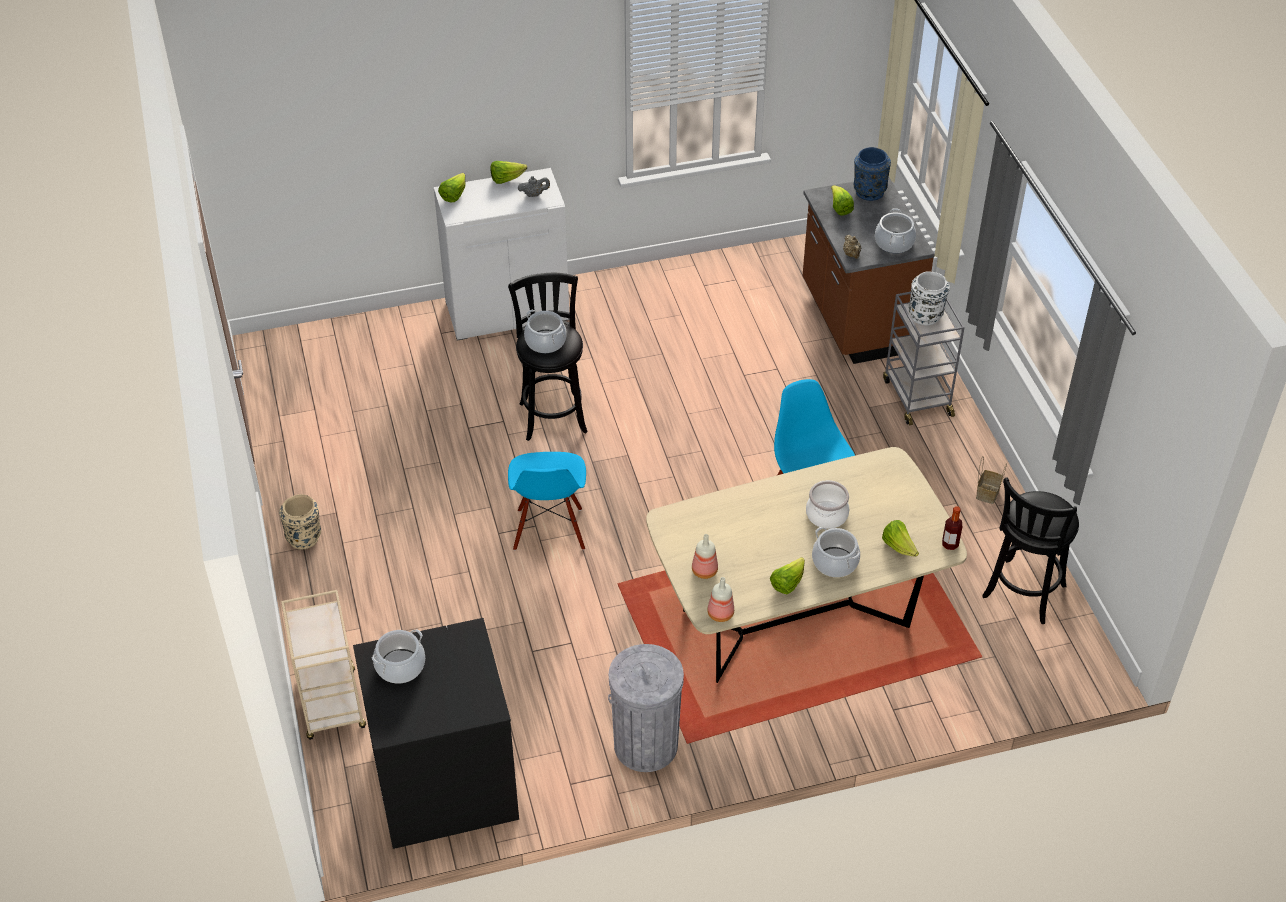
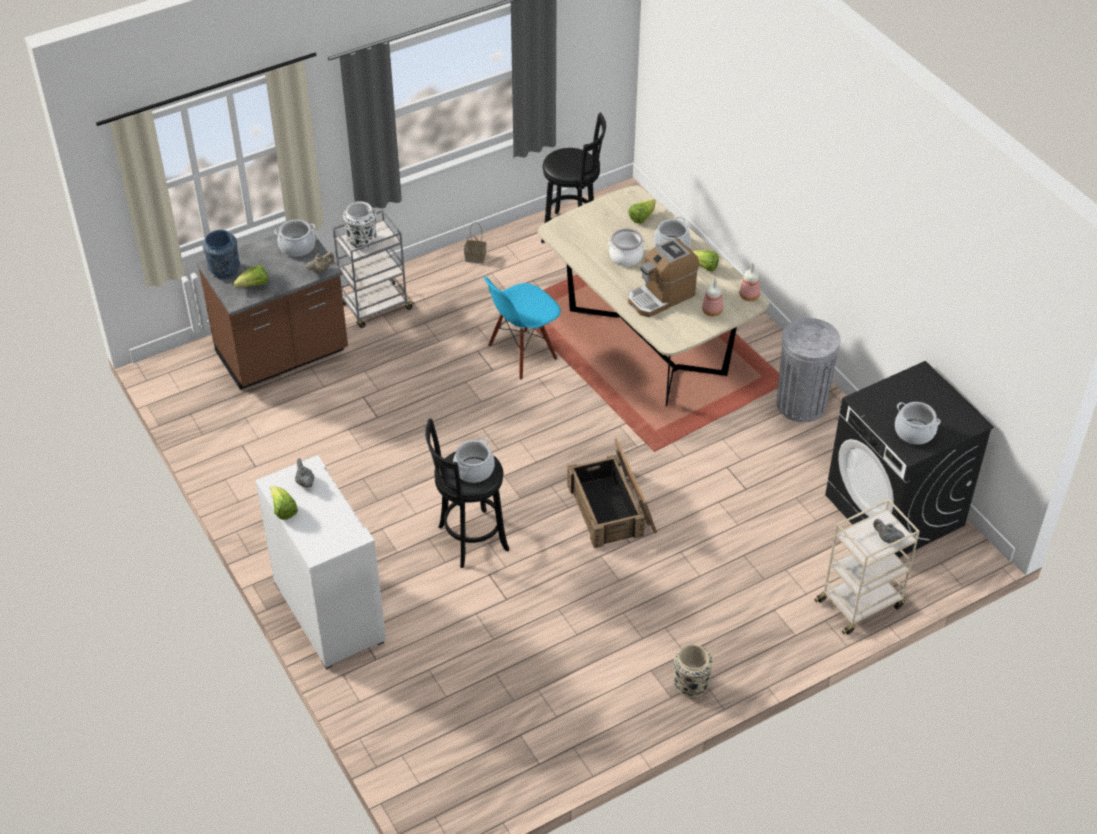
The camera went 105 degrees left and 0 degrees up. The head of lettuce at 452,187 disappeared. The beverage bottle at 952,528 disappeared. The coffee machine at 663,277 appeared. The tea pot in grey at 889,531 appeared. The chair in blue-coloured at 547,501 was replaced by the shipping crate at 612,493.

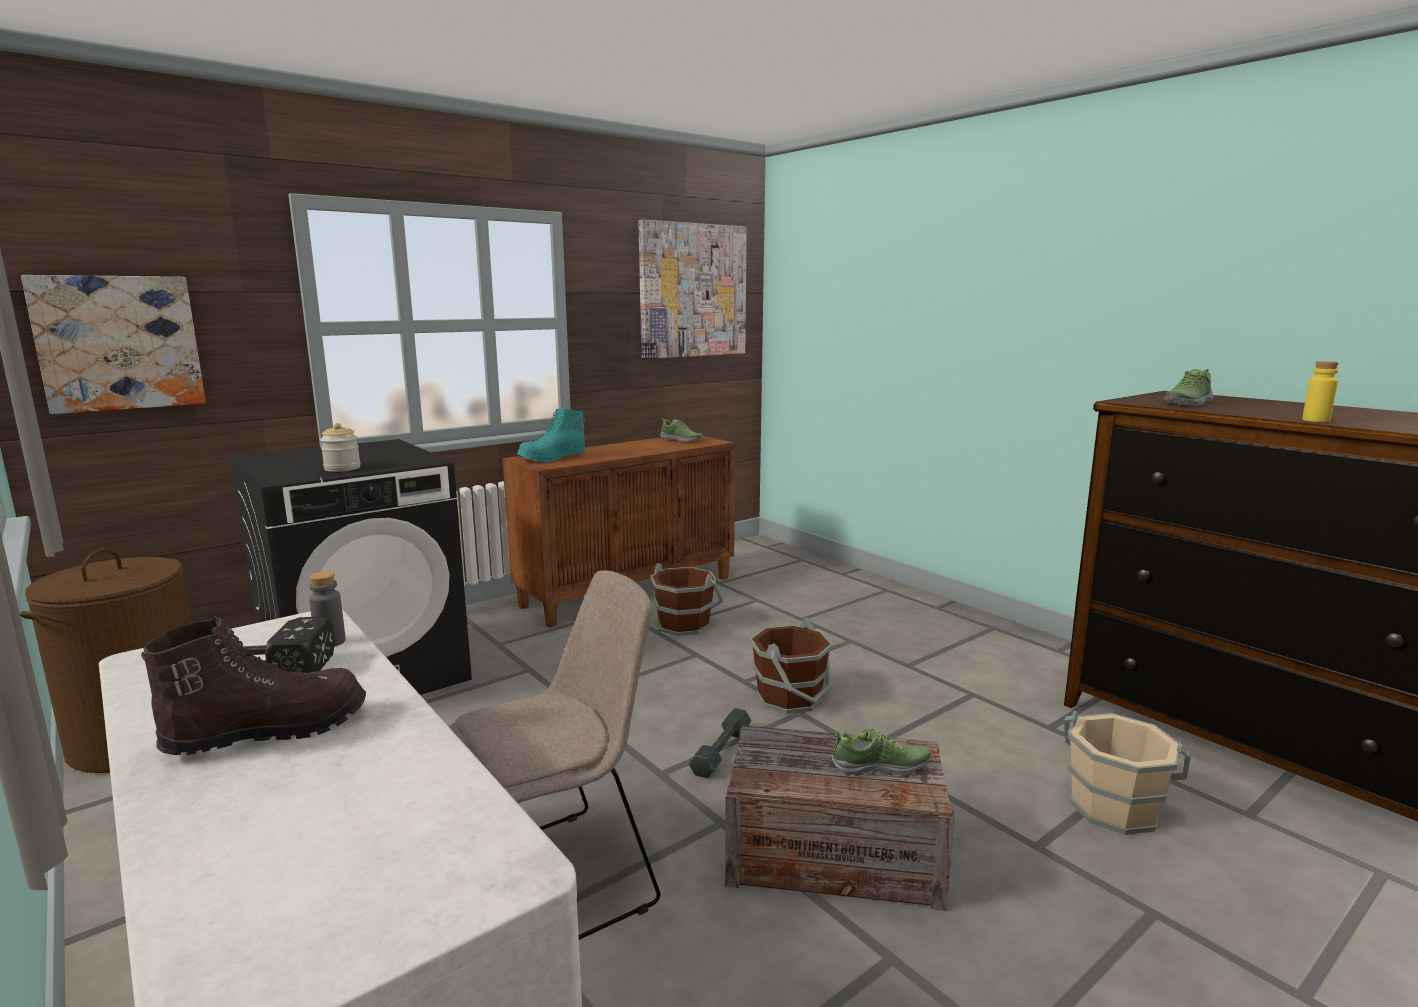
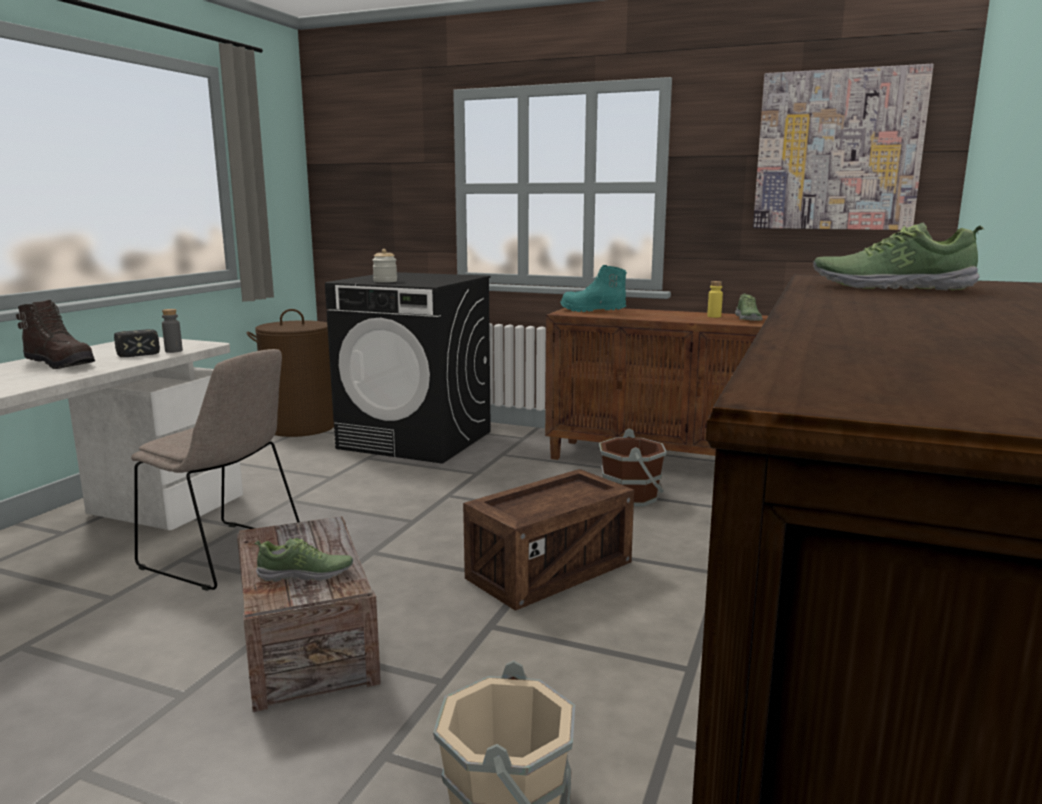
The camera went 60 degrees right and 0 degrees up. The wall picture at 113,344 disappeared. The free weight in grey at 720,743 disappeared. The beverage bottle in yellowish moved from 1320,391 to 715,299. The water bucket in brown-coloured at 791,666 was replaced by the shipping crate at 548,540. The shoe at 881,752 turned 60 degrees counterclockwise.

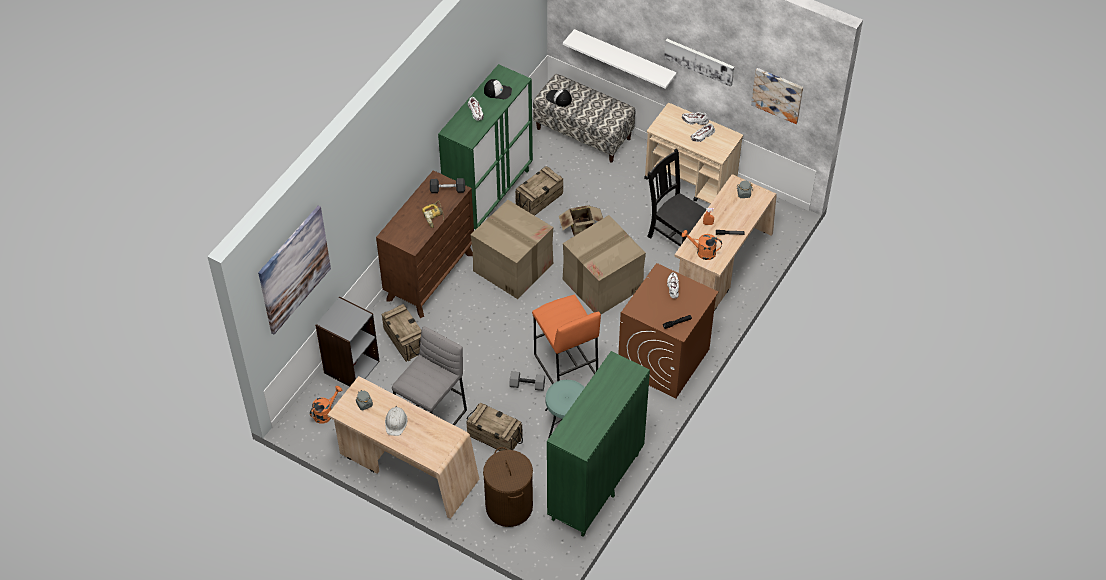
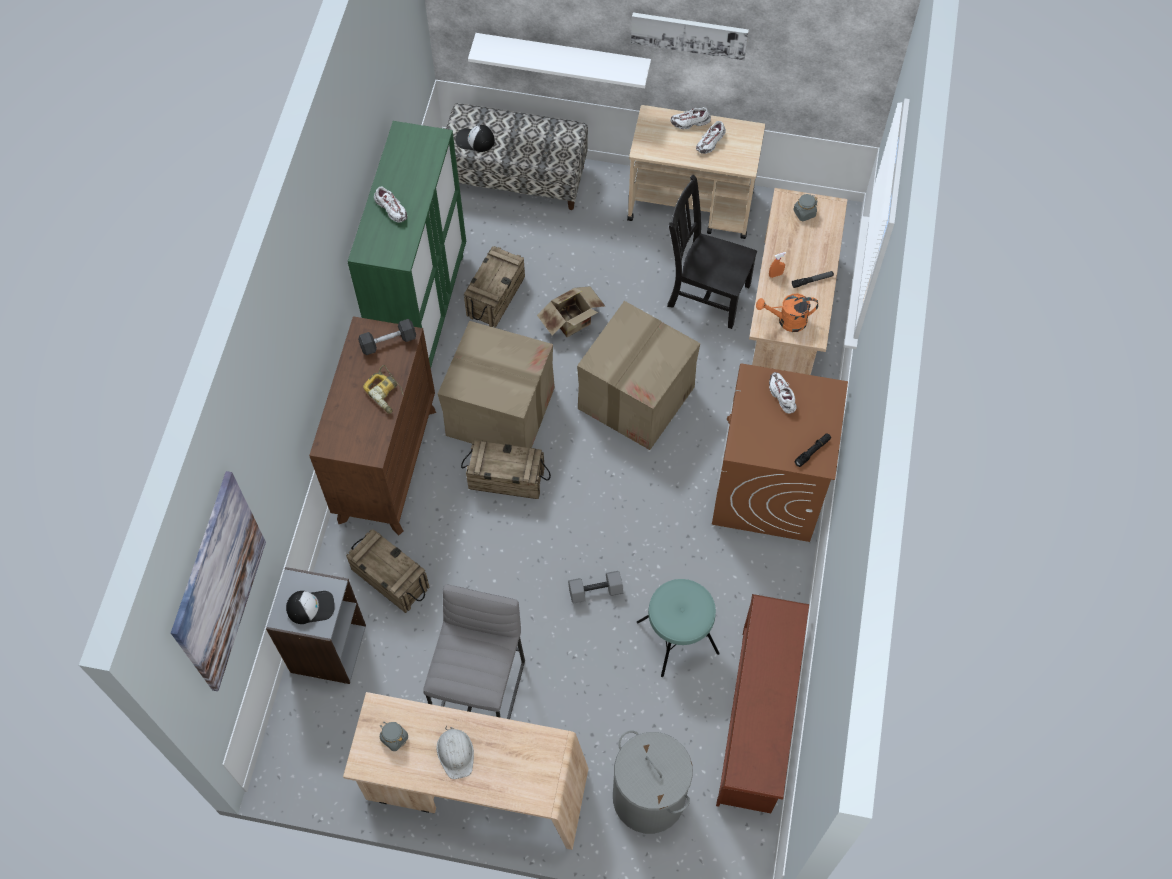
The camera went 20 degrees left and 10 degrees up. The watering pot in orange-coloured at 326,405 disappeared. The stool seat in orange-coloured at 566,339 disappeared. The wall picture at 777,96 disappeared. The shipping crate moved from 494,427 to 506,469. The cap moved from 498,89 to 310,607. The cabinet in greenish at 598,444 was replaced by the shoe rack in brown-coloured at 762,703. The washing basket in brown-coloured at 508,487 became the washing basket in grey at 653,782.

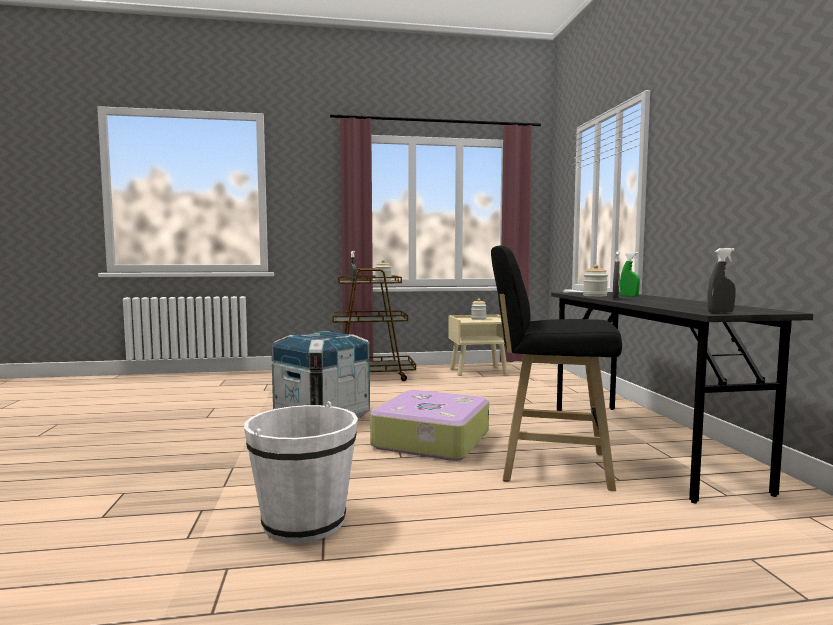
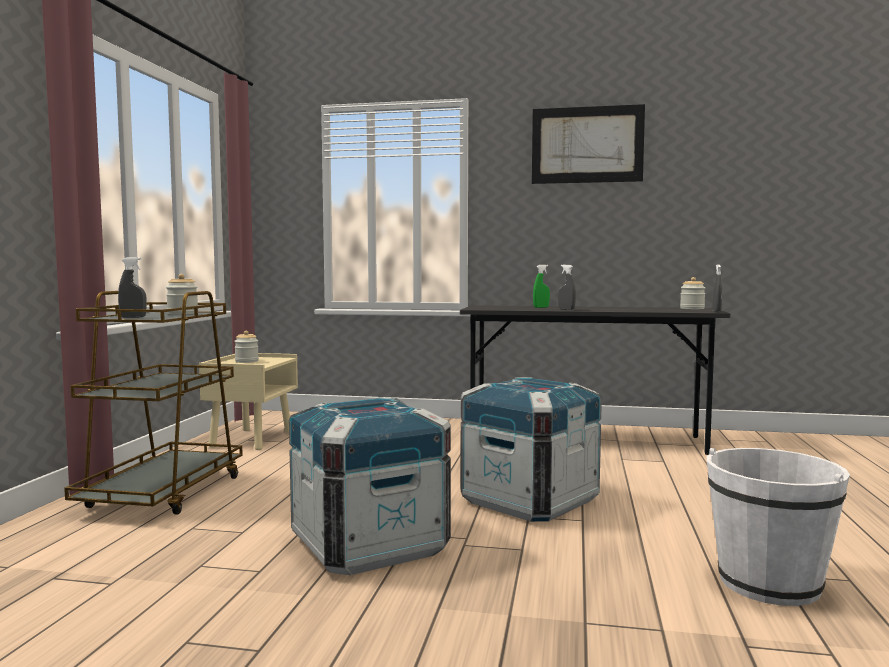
The camera went 70 degrees left and 0 degrees up. The stool seat in black-coloured at 556,368 disappeared. The wall picture at 588,144 appeared. The jar moved from 595,280 to 692,293. The travel case at 429,425 was replaced by the shipping crate at 531,449.

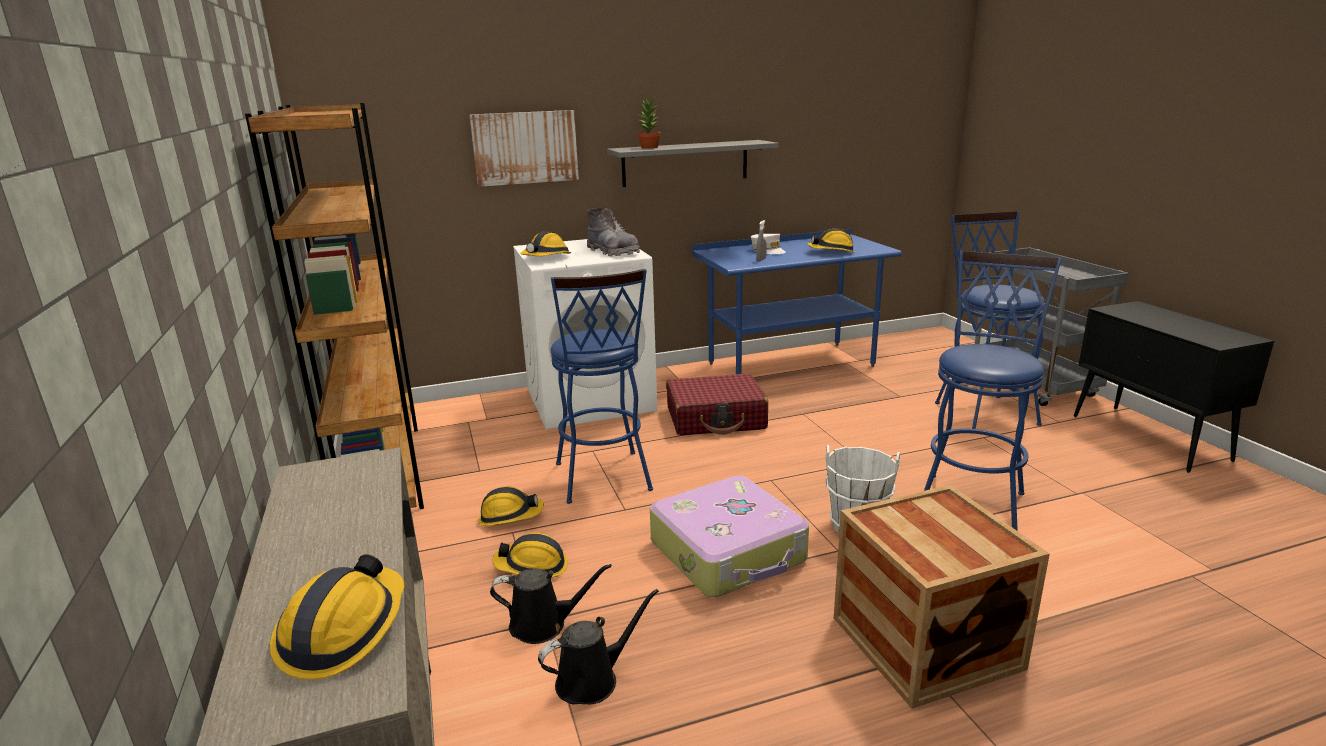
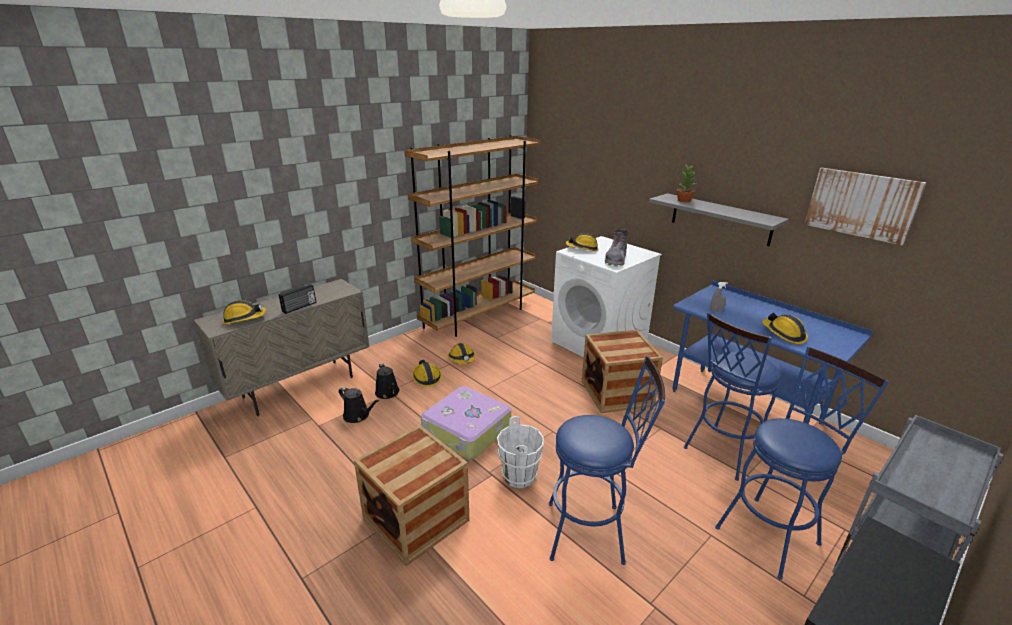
The camera went 65 degrees right and 5 degrees up. The cap in whitish at 768,244 disappeared. The radio set at 297,299 appeared. The wall picture moved from 524,148 to 865,206. The stool seat in blue-coloured moved from 602,386 to 732,396. The travel case in reddish at 717,404 was replaced by the shipping crate at 622,371.

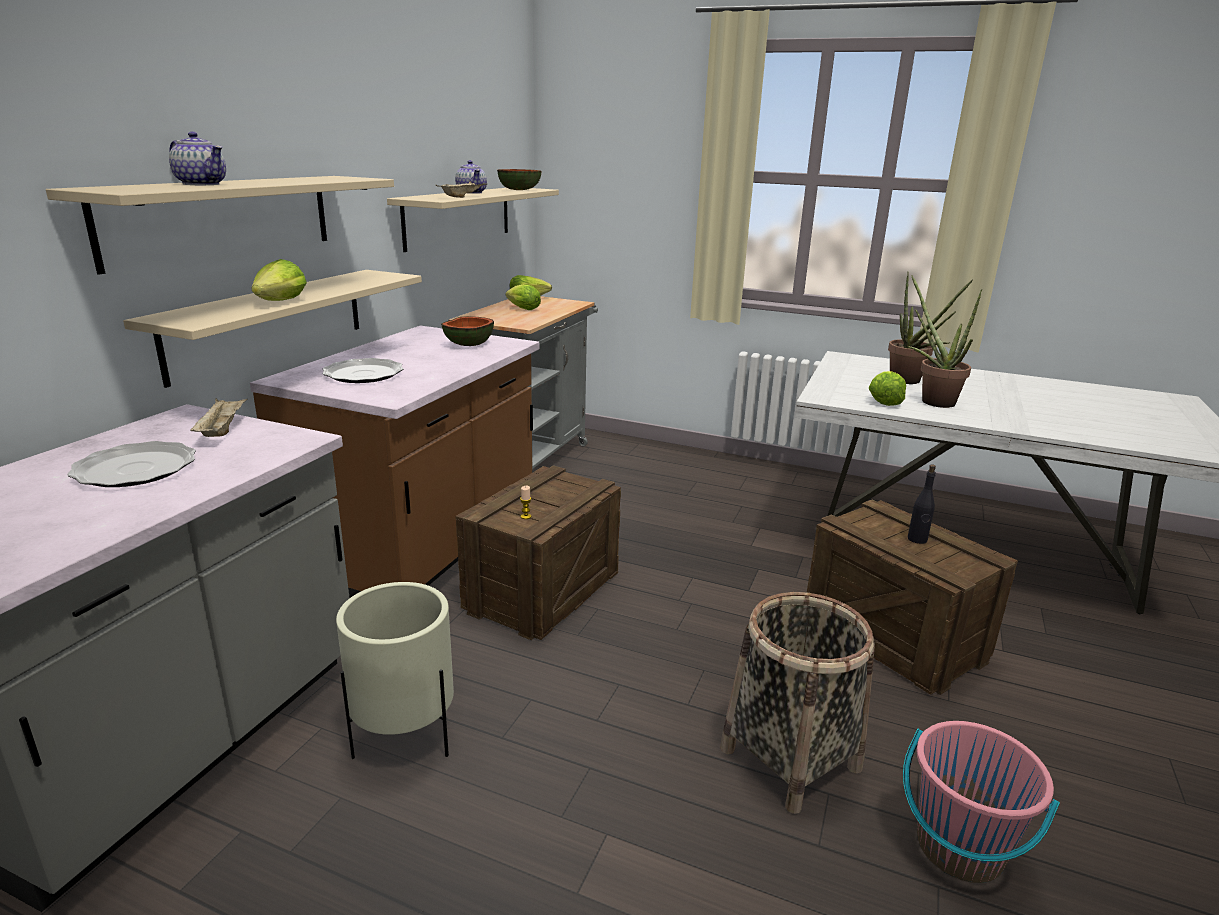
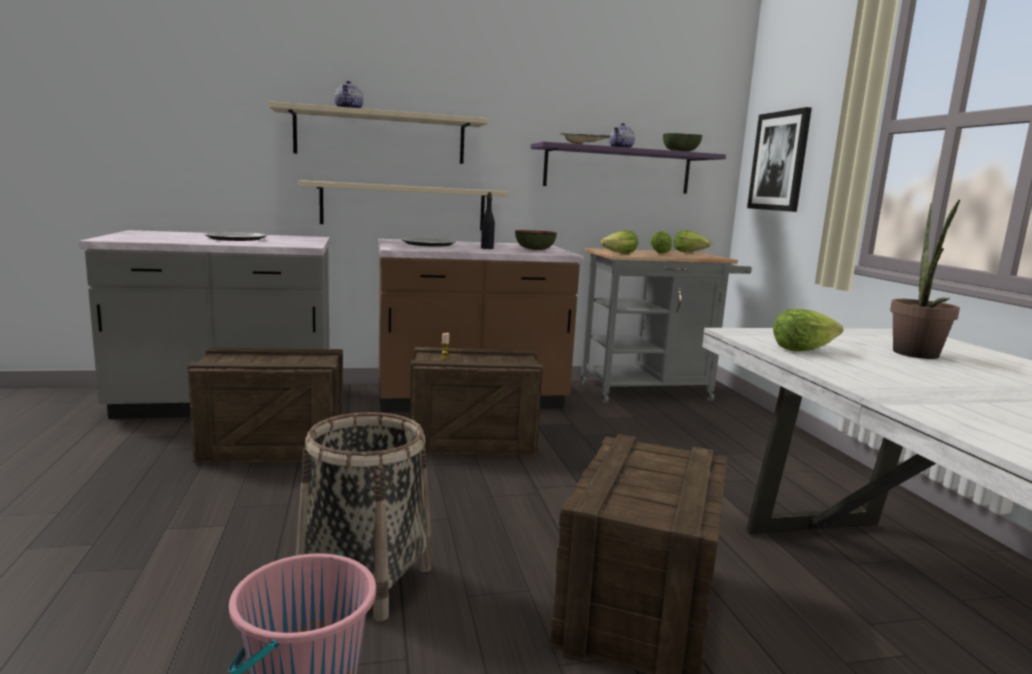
The camera went 55 degrees right and 10 degrees down. The serving tray in beige-coloured at 218,417 disappeared. The houseplant at 945,341 disappeared. The wall picture at 779,159 appeared. The head of lettuce moved from 279,280 to 619,242. The beverage bottle in black-coloured moved from 922,504 to 488,220. The plant pot in beige-coloured at 395,670 was replaced by the shipping crate at 265,405. The shelf in beige-coloured at 473,220 became the shelf in purple at 628,168.

